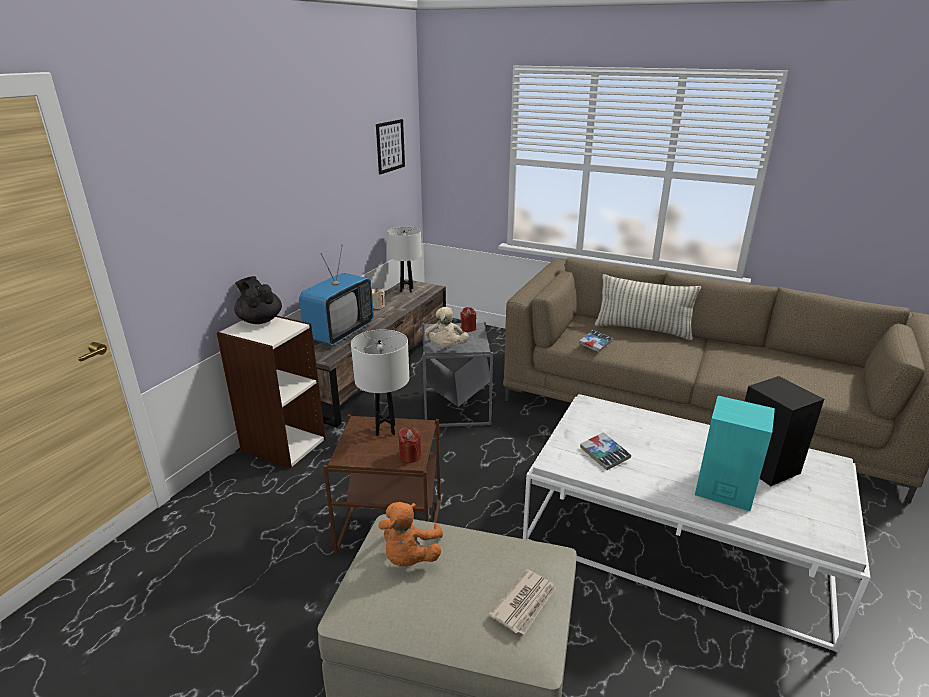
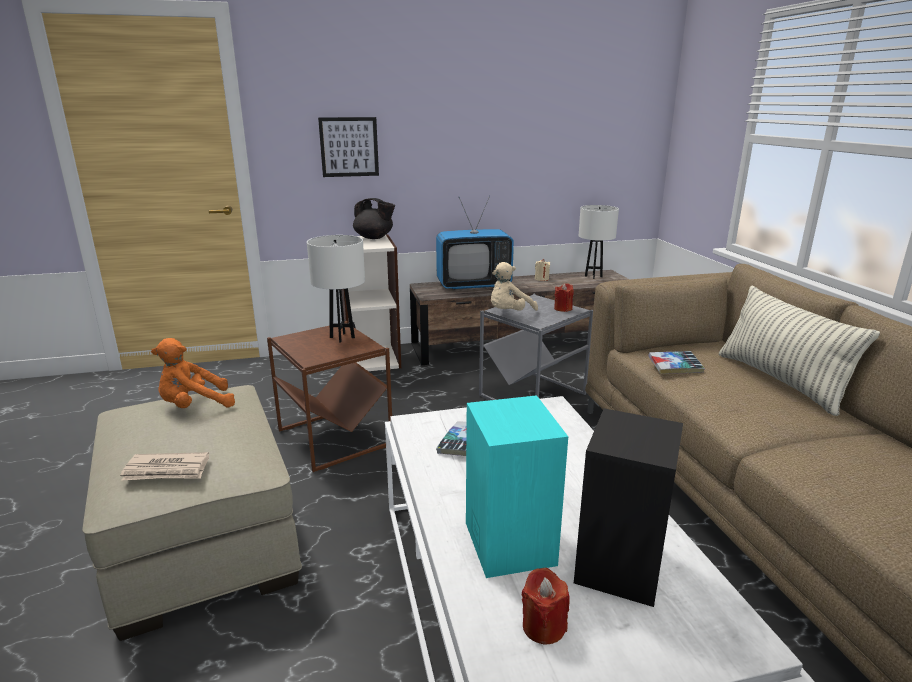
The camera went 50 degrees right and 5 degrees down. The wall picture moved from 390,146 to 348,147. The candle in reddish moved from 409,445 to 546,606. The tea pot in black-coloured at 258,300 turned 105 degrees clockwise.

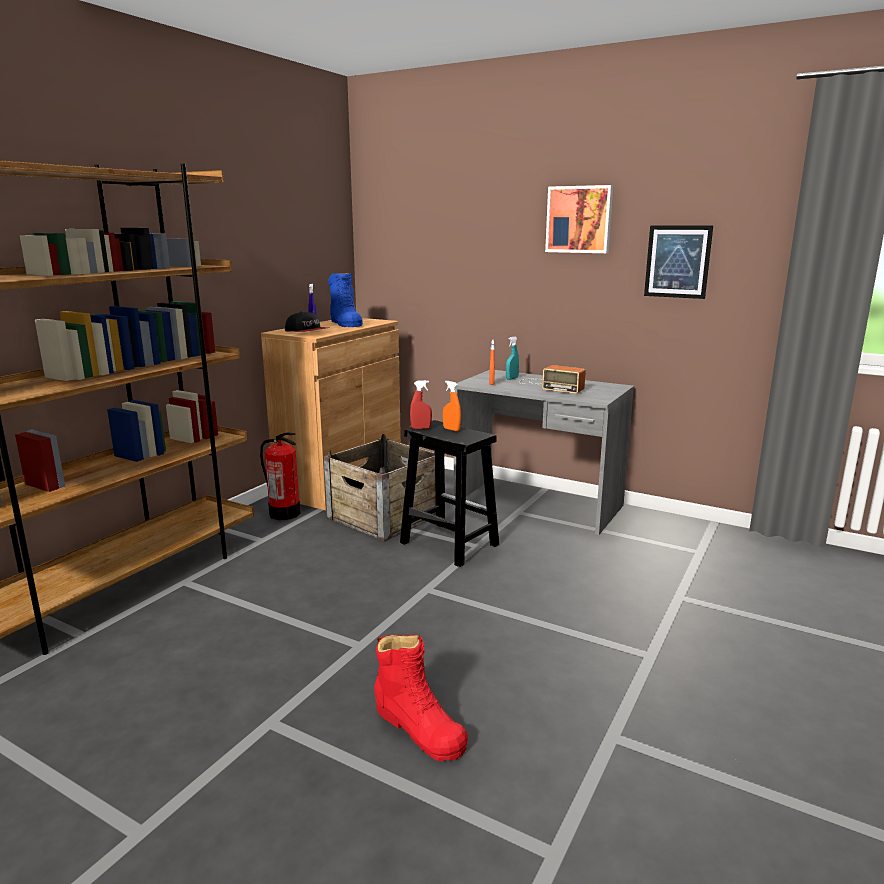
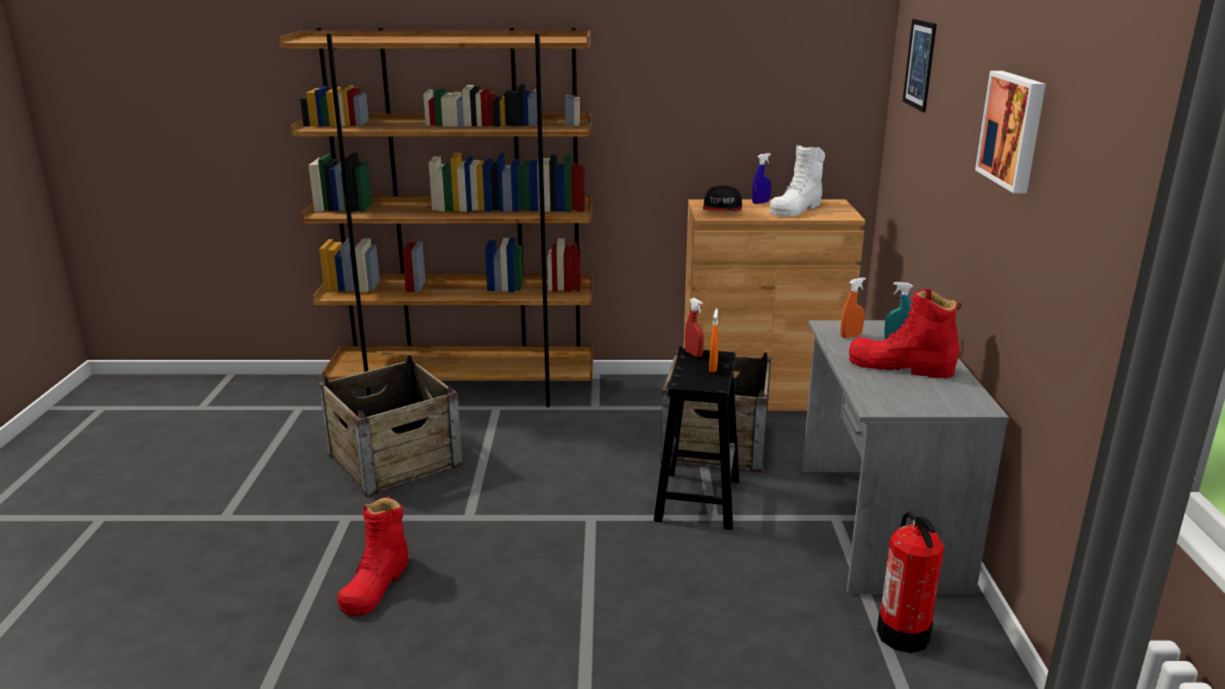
The camera went 60 degrees right and 5 degrees up. The shipping crate at 391,426 appeared. The fire extinguisher moved from 280,476 to 910,582. The wall picture moved from 678,262 to 920,65. The radio set at 552,379 was replaced by the boot in reddish at 905,333. The boot in blue-coloured at 345,300 became the boot in whitish at 797,181.

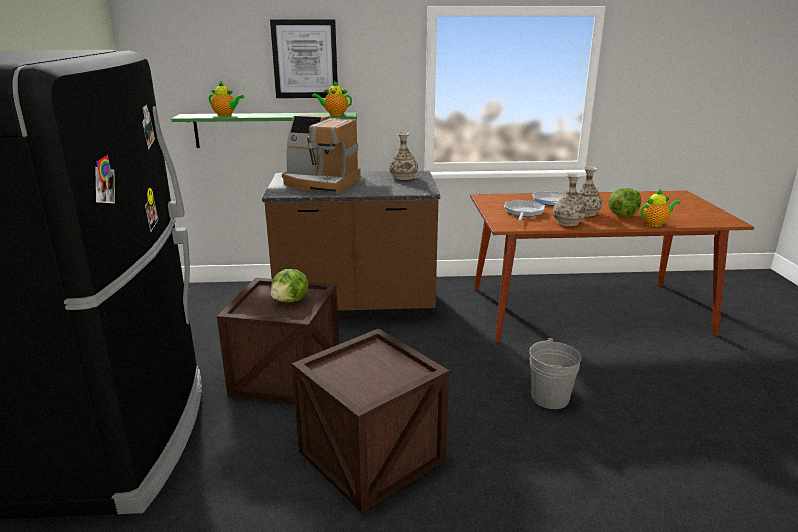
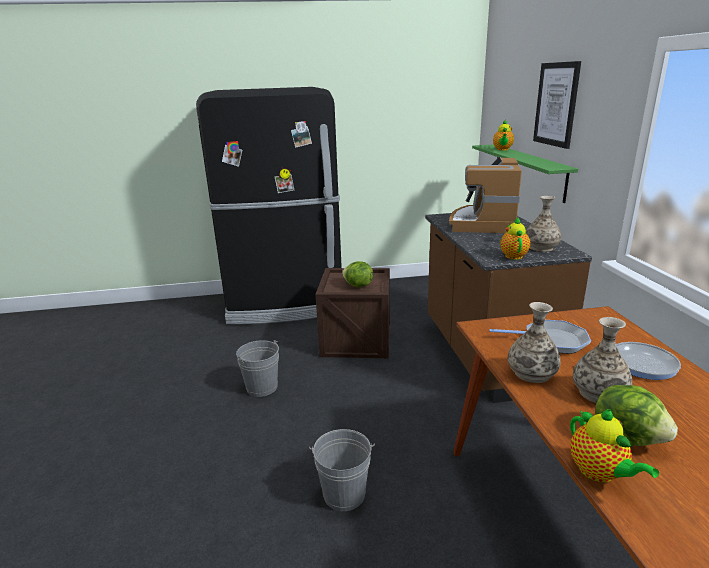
The camera went 85 degrees right and 0 degrees up. The tea pot moved from 332,98 to 515,238. The shipping crate at 370,420 was replaced by the water bucket in grey at 257,368.

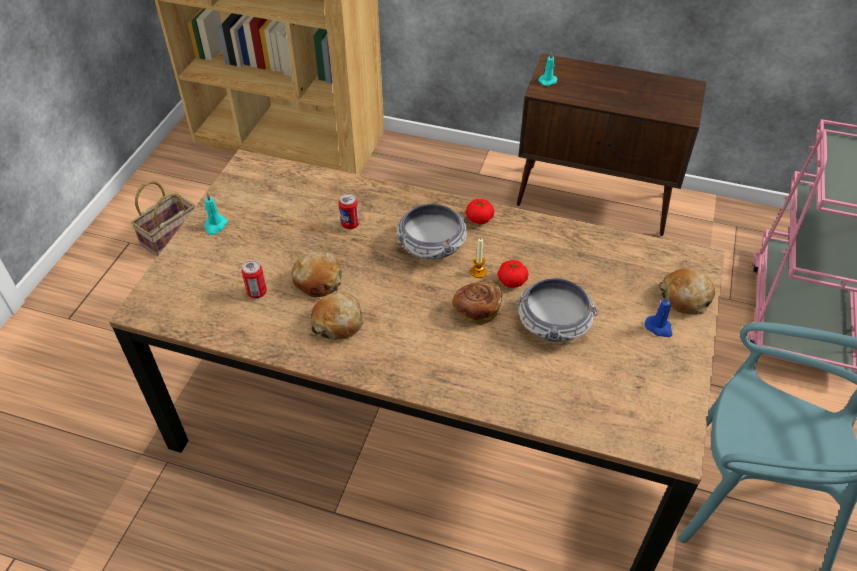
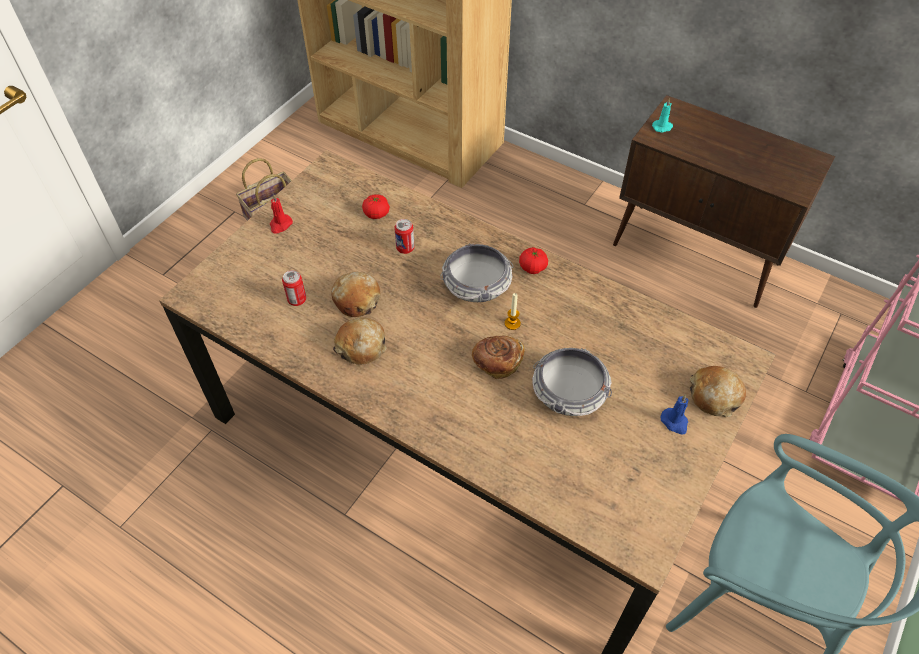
The camera went 15 degrees right and 5 degrees up. The whole tomato moved from 513,274 to 376,206. The candle in blue-green at 216,214 became the candle in reddish at 281,214.

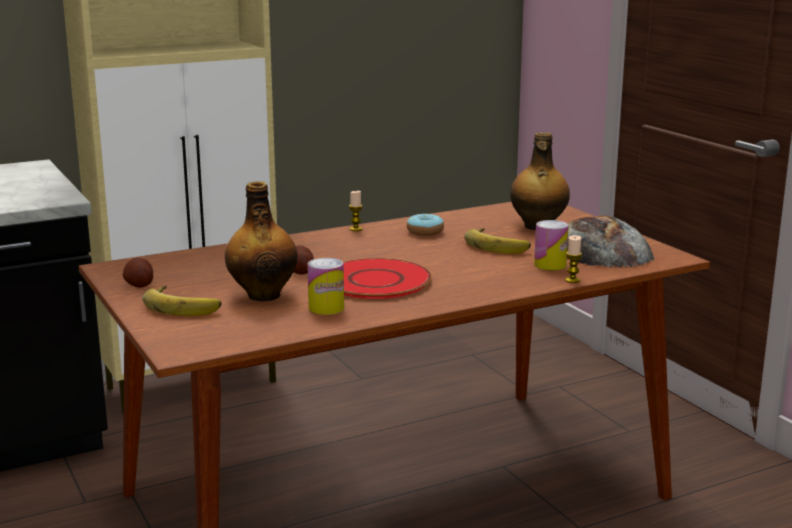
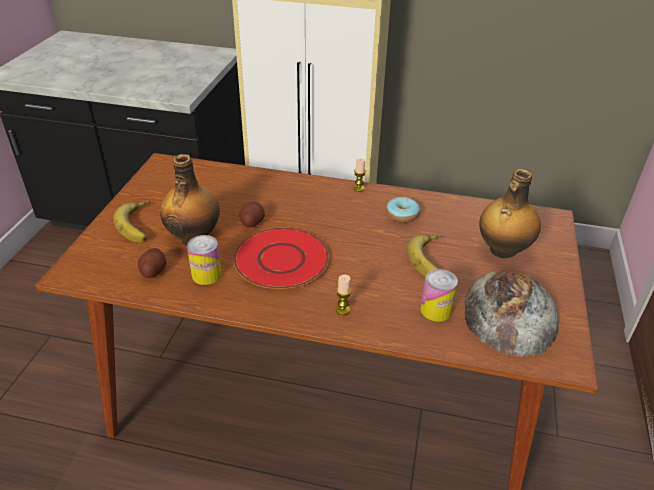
The camera went 40 degrees right and 20 degrees up. The whole potato moved from 138,273 to 152,263. The candle moved from 573,259 to 343,295.

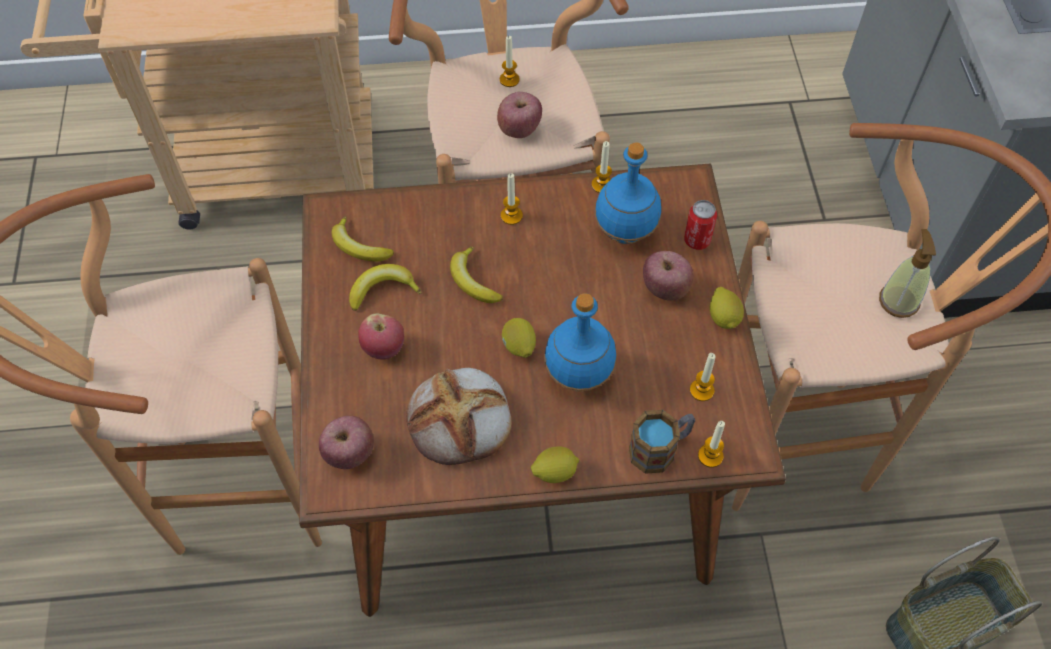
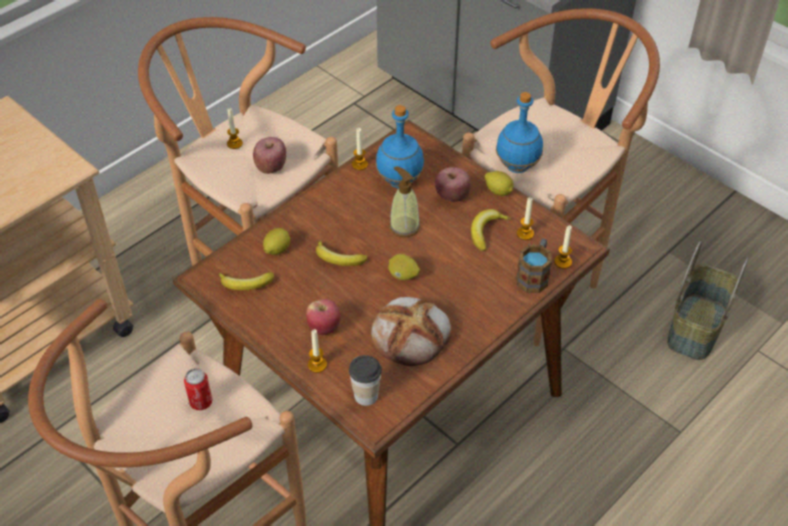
The camera went 40 degrees left and 10 degrees down. The banana fruit moved from 385,287 to 491,230. The candle moved from 512,199 to 317,351. The whole lemon moved from 555,464 to 276,241. The beverage bottle in blue-coloured moved from 580,342 to 519,132. The metal can moved from 700,225 to 198,389. The soap dispenser moved from 907,273 to 404,201. The whole apple at 346,442 was replaced by the drinking cup at 365,380.

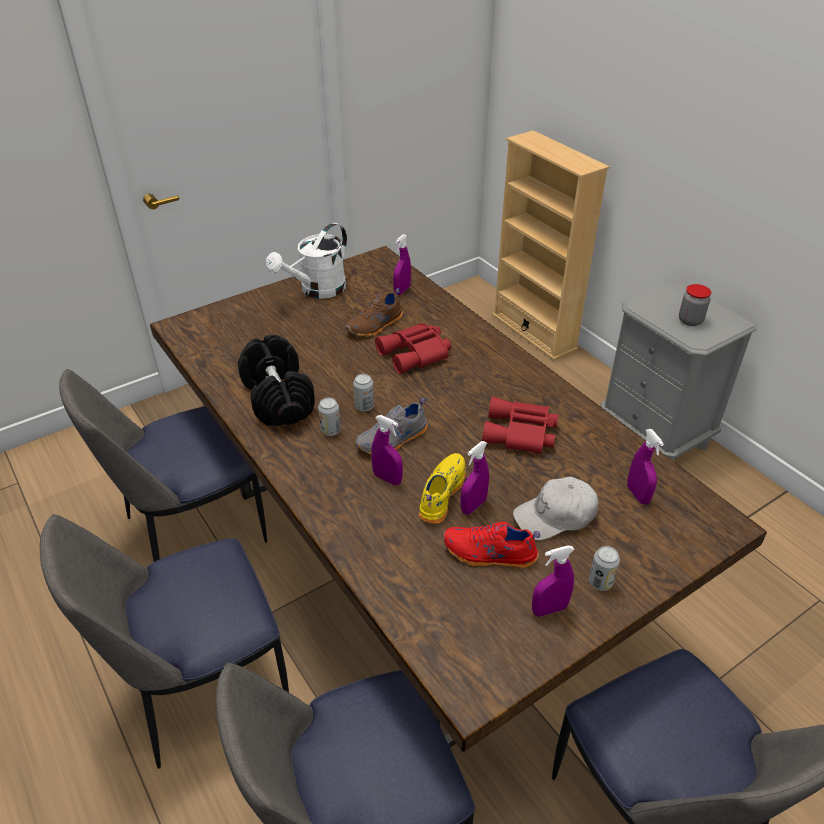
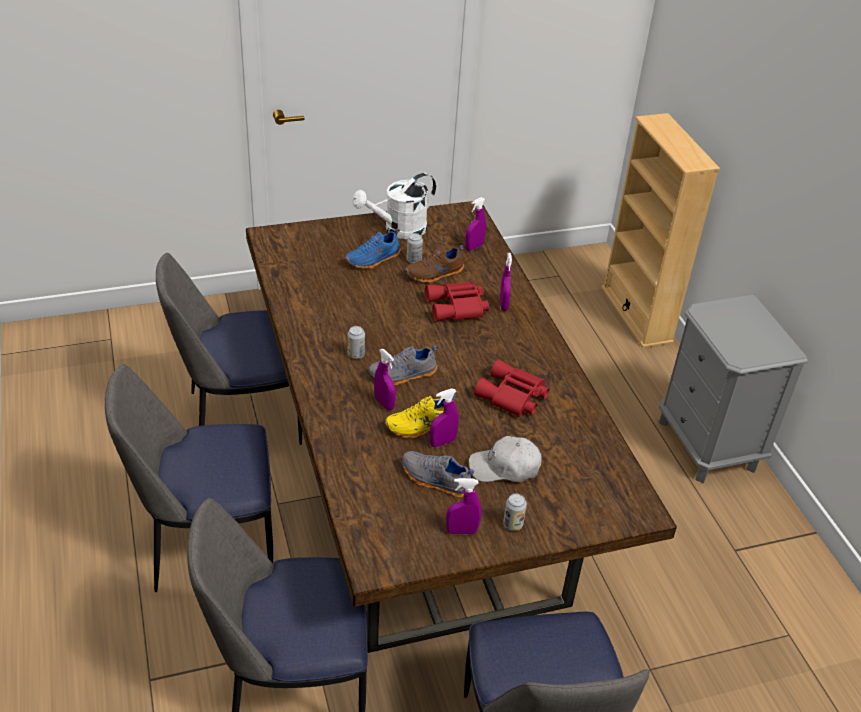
The camera went 15 degrees right and 0 degrees up. The free weight in black-coloured at 276,380 disappeared. The jar at 695,305 disappeared. The shoe in blue-coloured at 373,248 appeared. The metal can moved from 363,392 to 415,248. The hand sprayer in purple moved from 645,467 to 506,282. The shoe in reddish at 491,545 became the shoe in grey at 438,474. The shoe in yellowish at 442,488 turned 150 degrees counterclockwise.

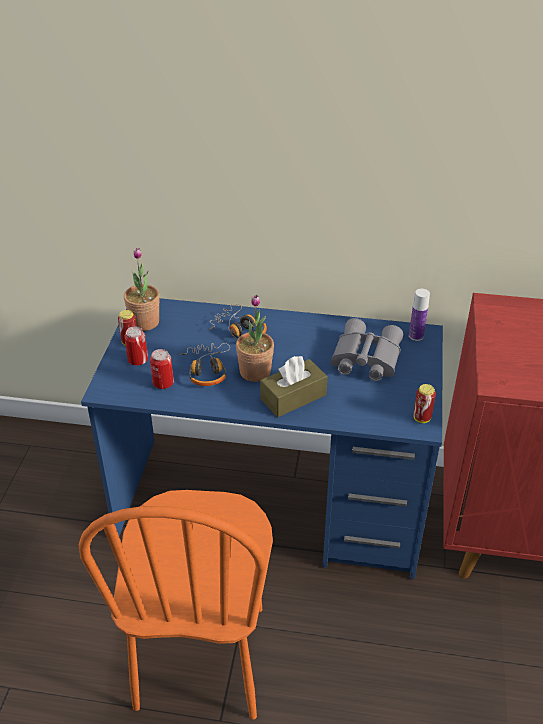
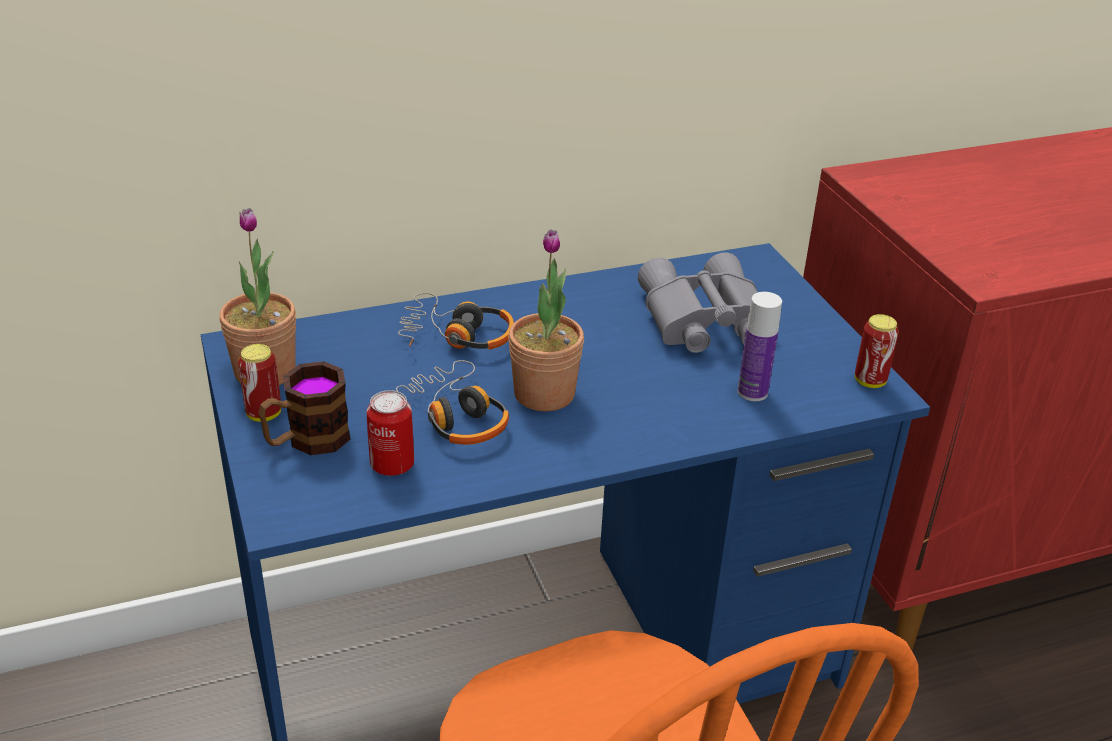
The camera went 30 degrees left and 5 degrees down. The box of tissues in brown-coloured at 294,386 disappeared. The beverage bottle moved from 419,315 to 760,346. The metal can at 136,346 was replaced by the coffee mug at 304,408.

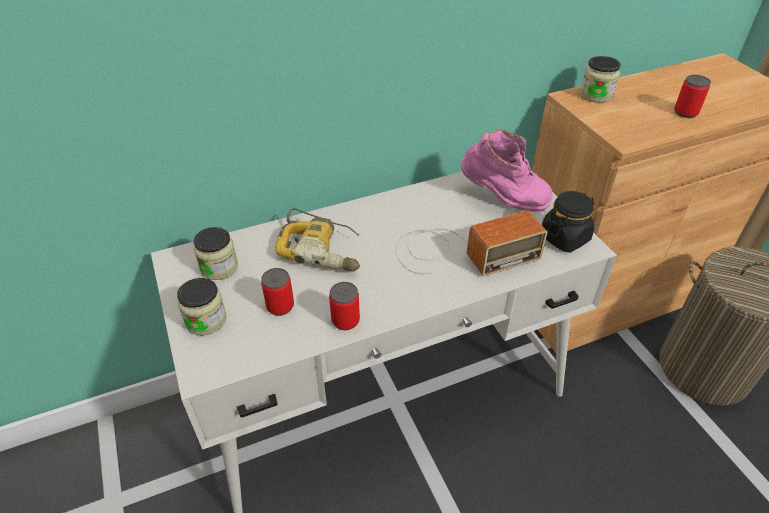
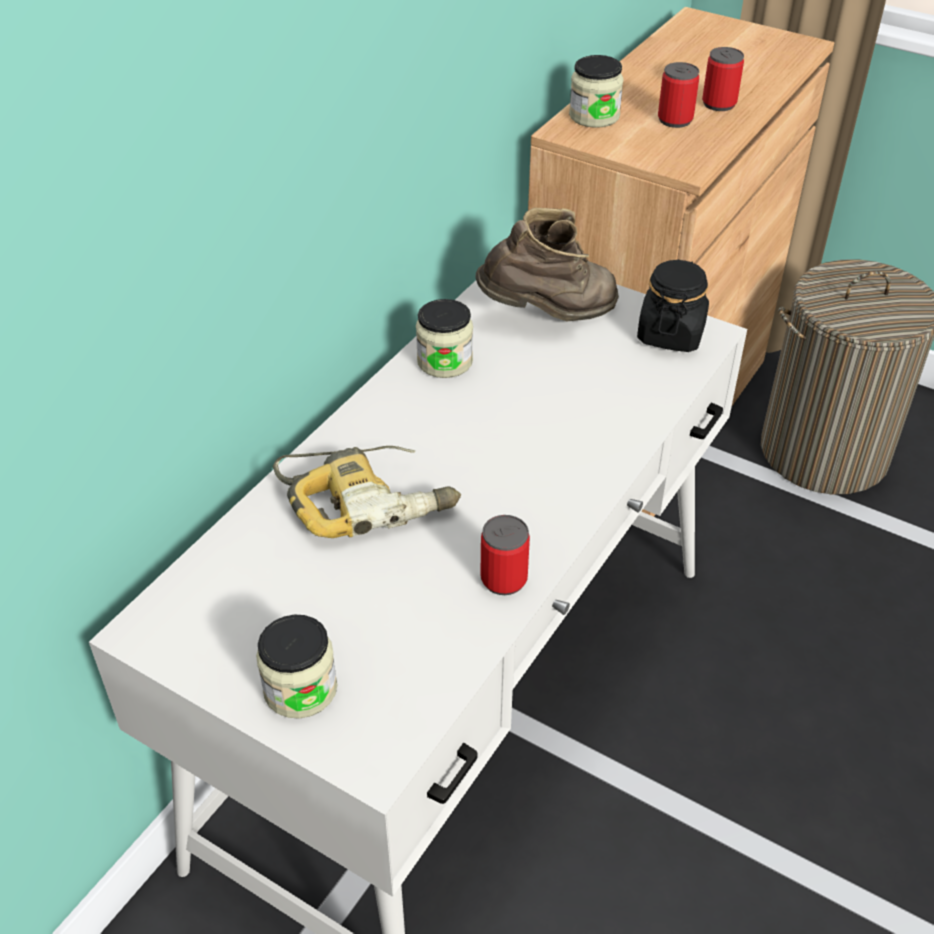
The camera went 35 degrees left and 0 degrees up. The radio set at 471,243 disappeared. The jar moved from 215,253 to 444,338. The metal can moved from 277,292 to 678,95. The boot in pinkish at 507,170 became the boot in brown-coloured at 547,265.

